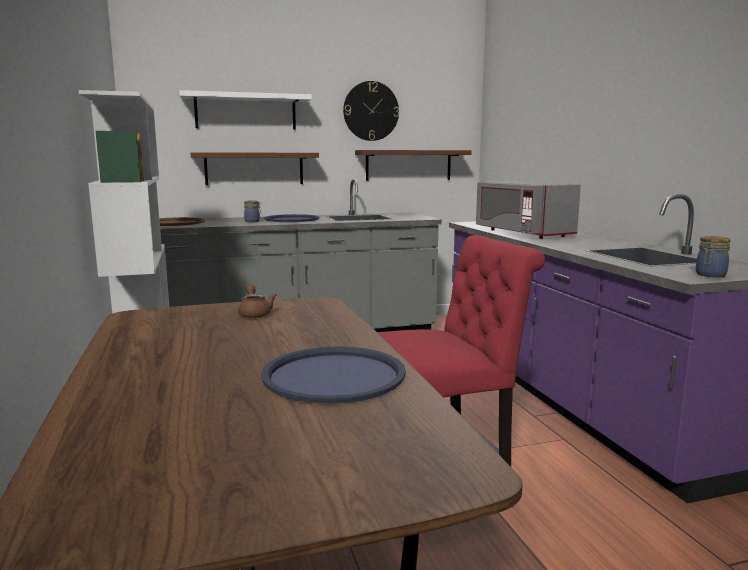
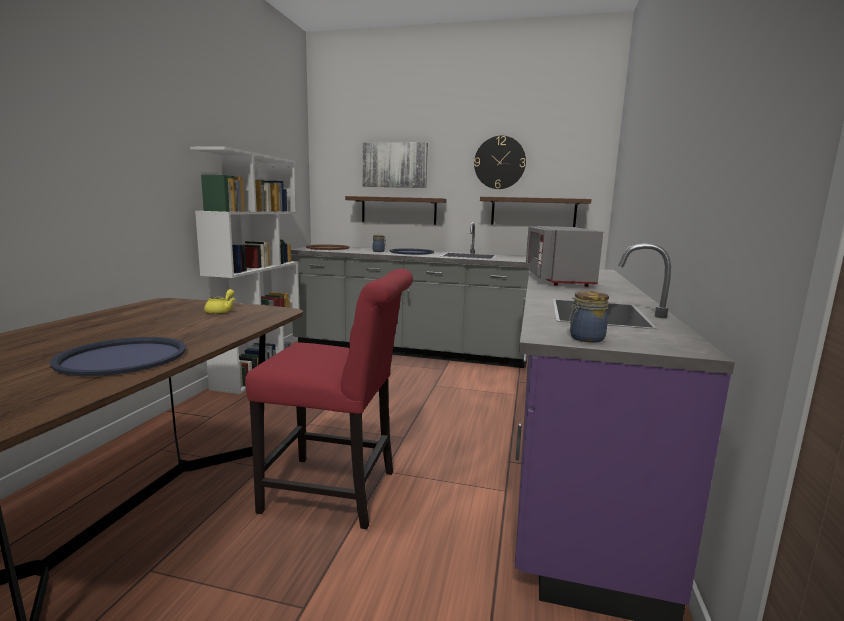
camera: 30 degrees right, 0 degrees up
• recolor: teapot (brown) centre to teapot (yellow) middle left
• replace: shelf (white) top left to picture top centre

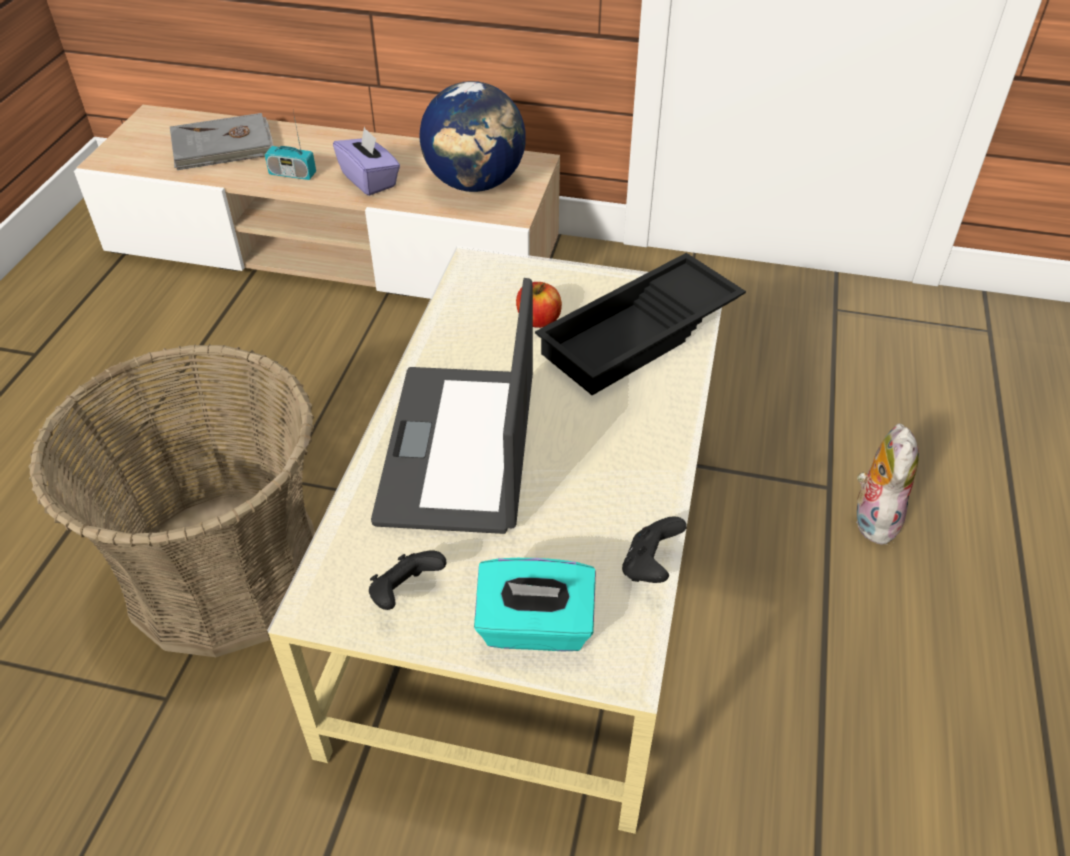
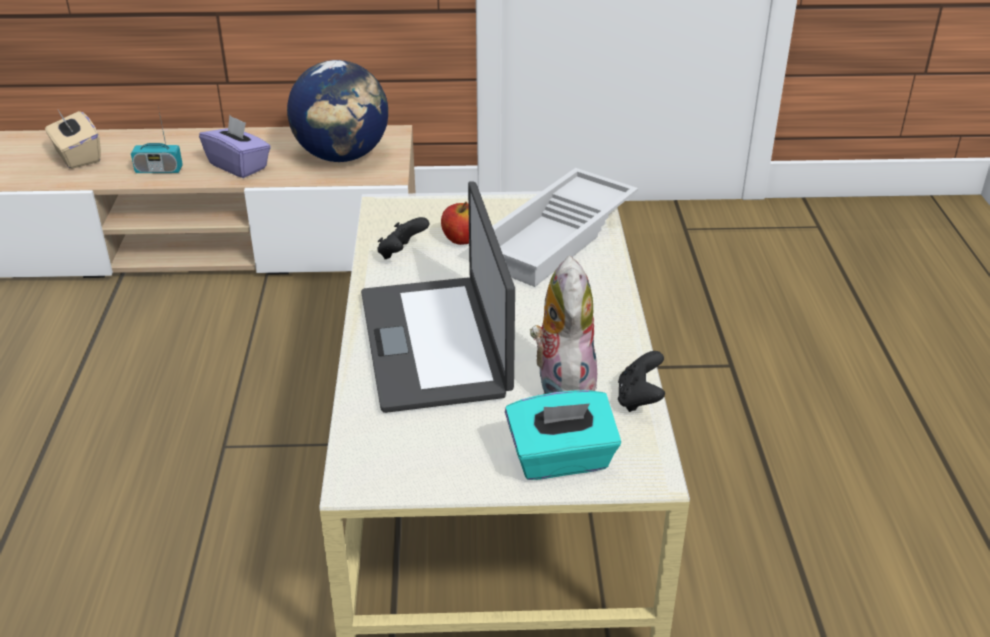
camera: 15 degrees left, 10 degrees down
• replace: book (grey) top left to tissue box (beige) top left
• move: game controller (black) (1st from left) bottom centre to centre
• recolor: tray (black) centre to tray (white) centre
• move: plush toy middle right to centre
• delete: basket middle left

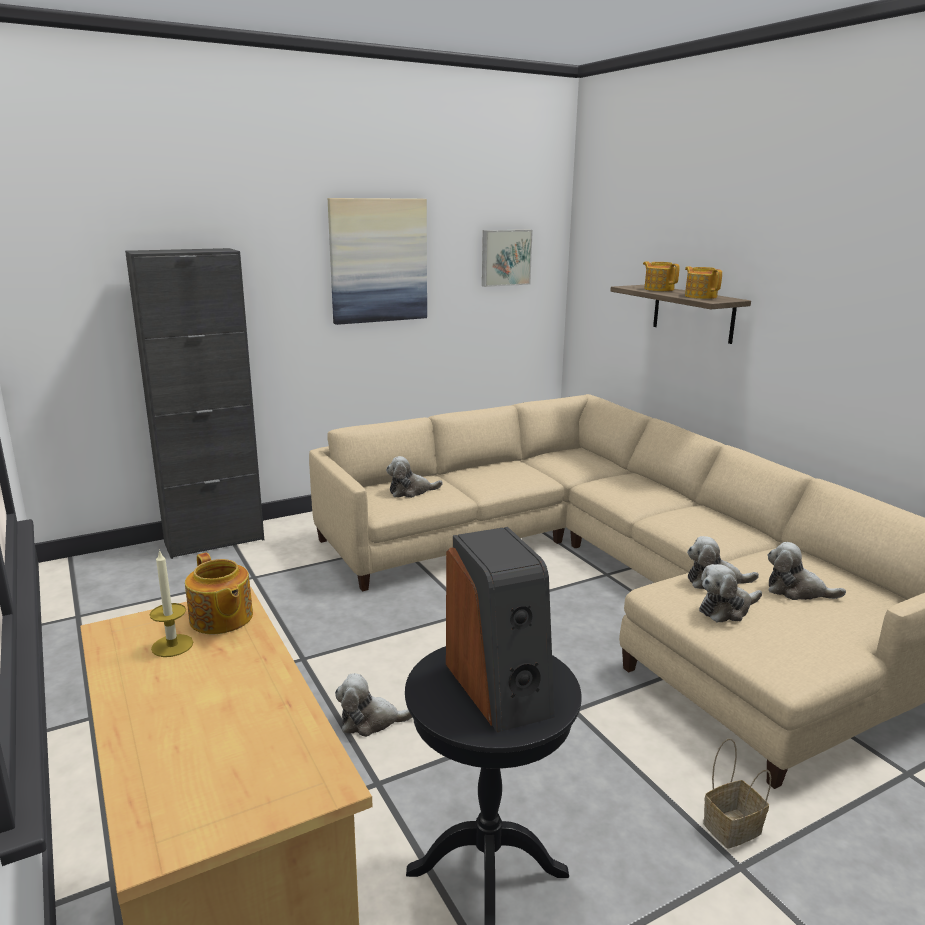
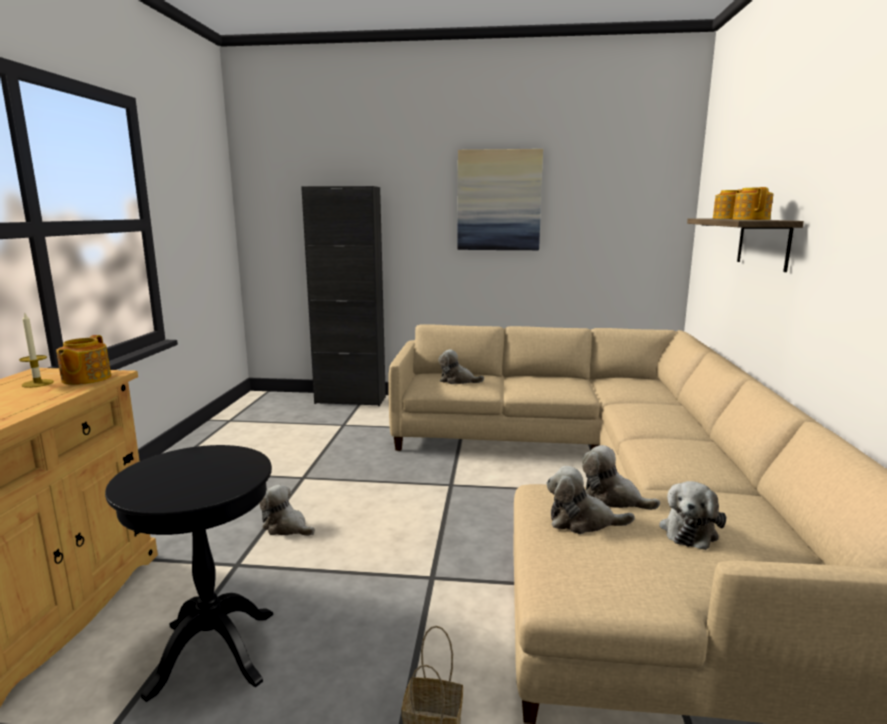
camera: 35 degrees right, 5 degrees down
• rotate: plush toy (5th from left) middle right = bottom right 120 degrees counterclockwise
• delete: speaker bottom centre
• delete: picture (2nd from left) top centre

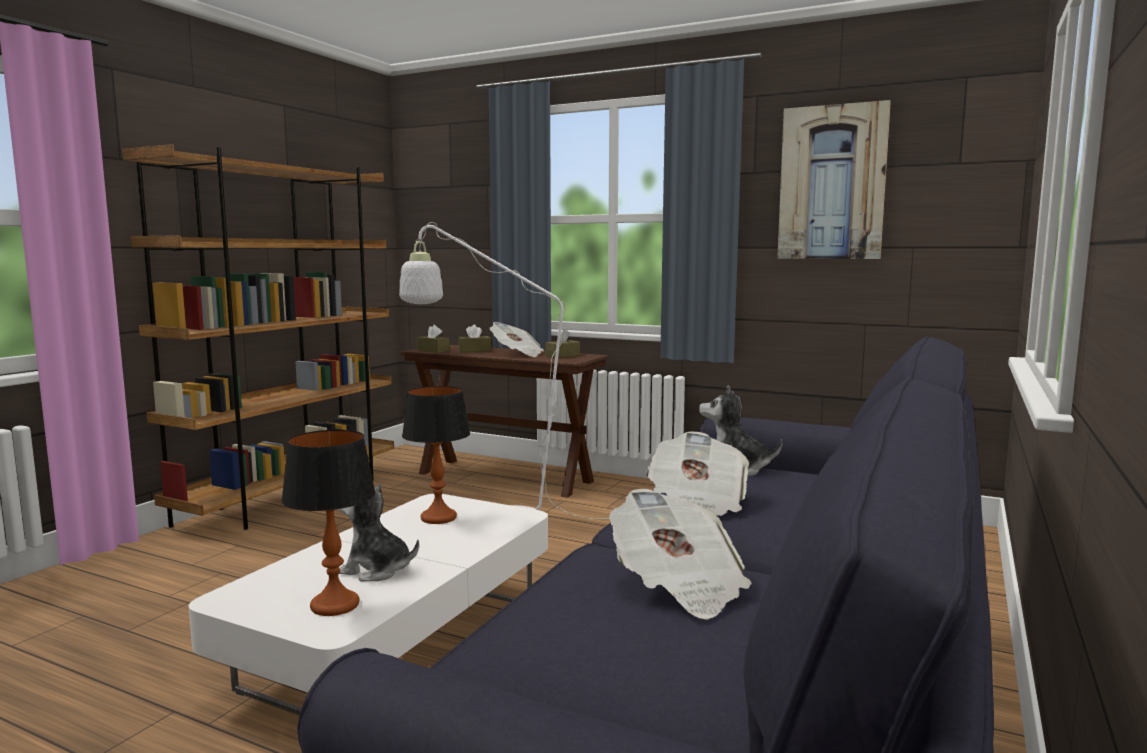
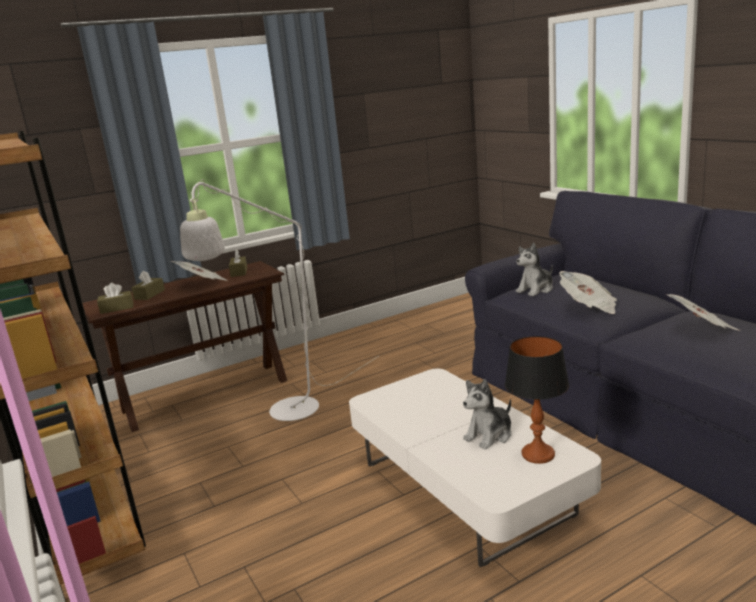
camera: 55 degrees left, 10 degrees up
• delete: table lamp (2nd from left) centre
• delete: picture top right

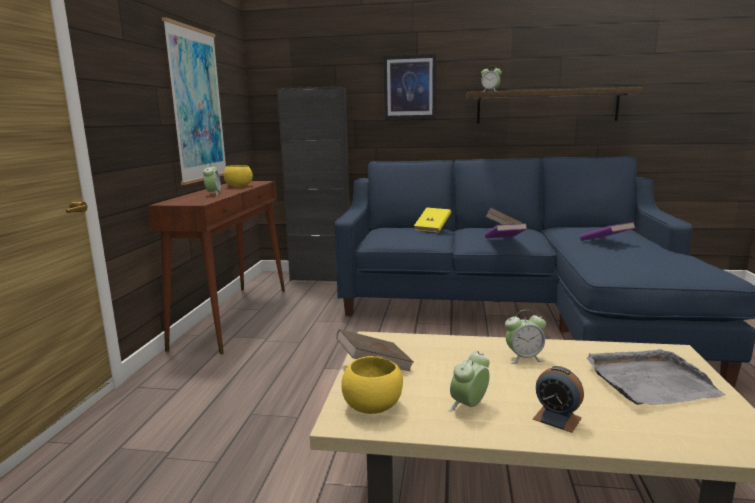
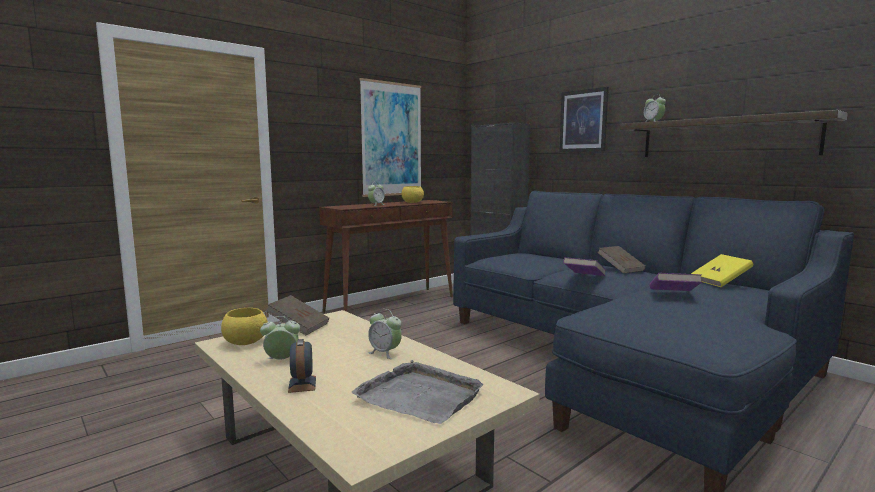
camera: 40 degrees right, 5 degrees down
• move: book (yellow) centre to middle right

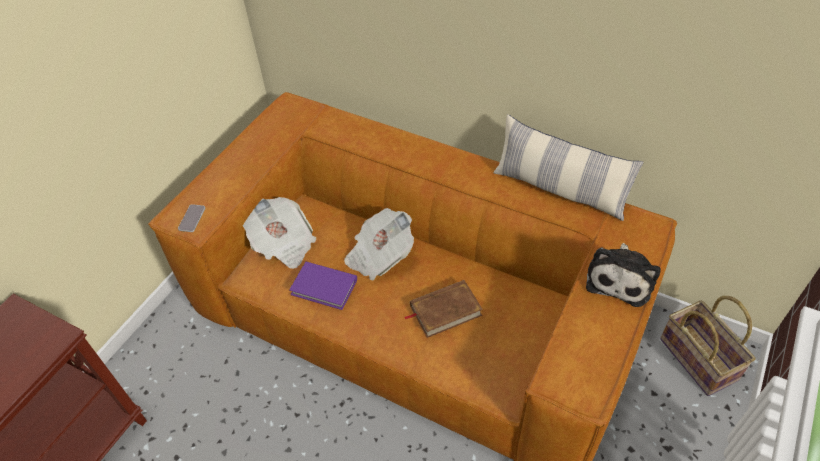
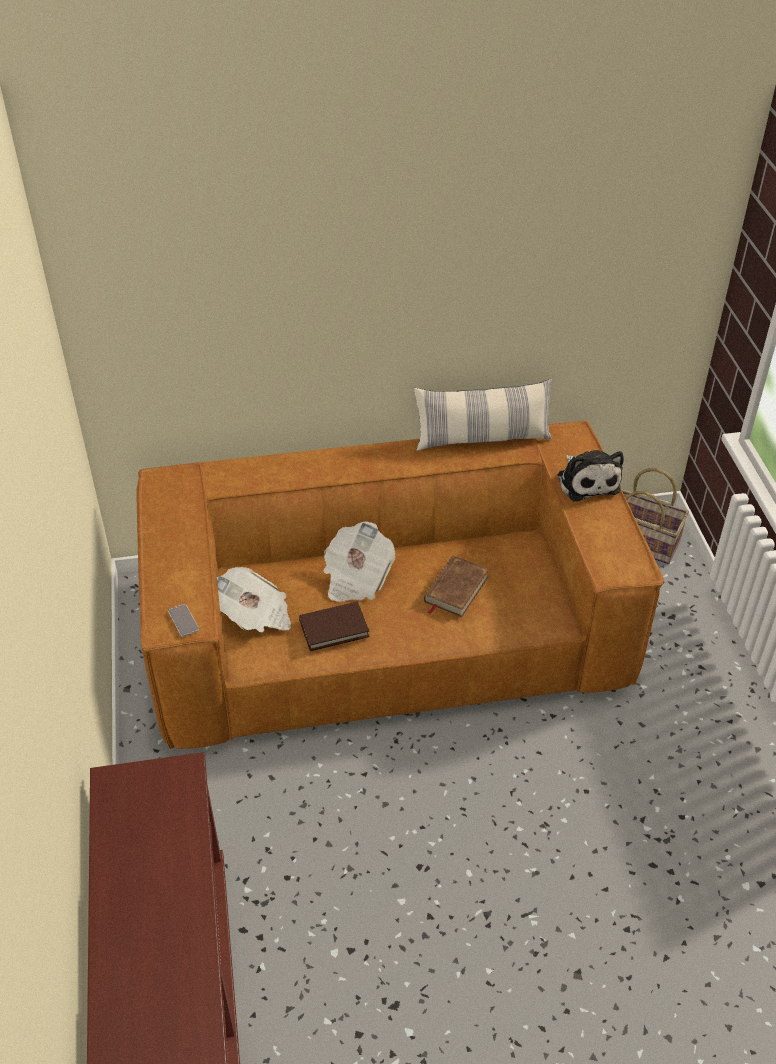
camera: 40 degrees left, 5 degrees down
• recolor: book (purple) centre to book (brown) (1st from left) centre

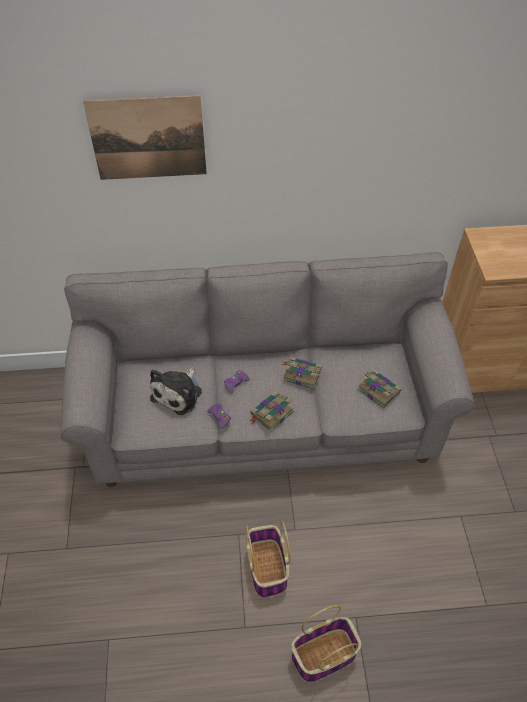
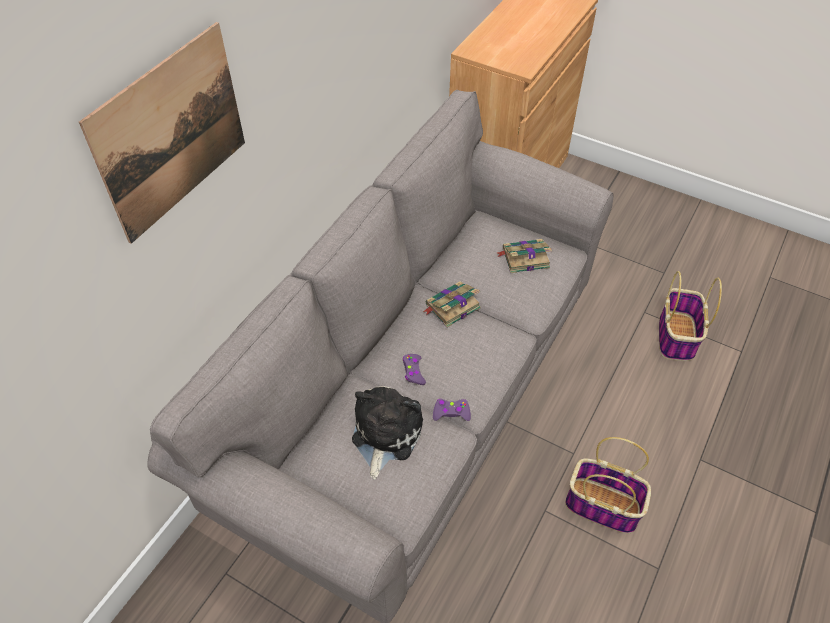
camera: 55 degrees left, 0 degrees up
• rotate: plush toy centre = bottom centre 135 degrees counterclockwise
• move: basket (2nd from left) bottom centre to middle right
• delete: book (1st from left) centre

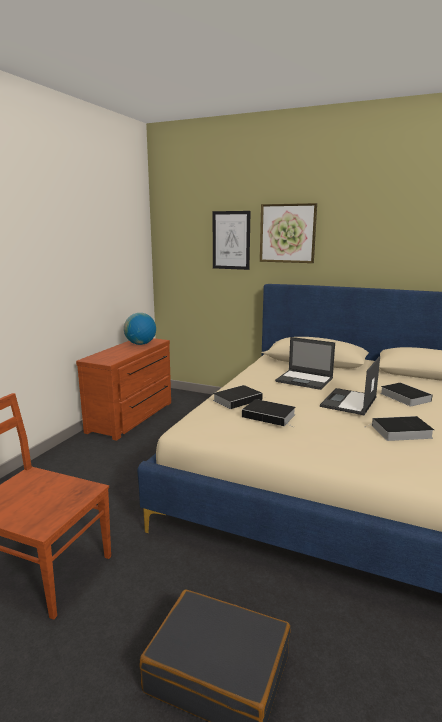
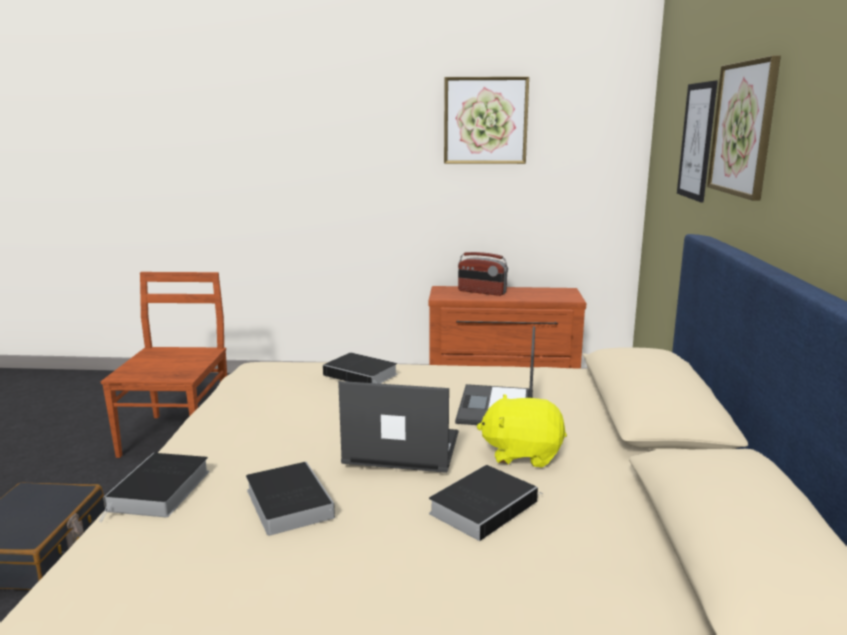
camera: 70 degrees right, 0 degrees up
• move: book (2nd from left in the first image) centre to book (1st from left) bottom left
• insert: picture (1st from left) top centre
• insert: radio centre
• insert: plush toy (yellow) bottom centre
• delete: globe middle left

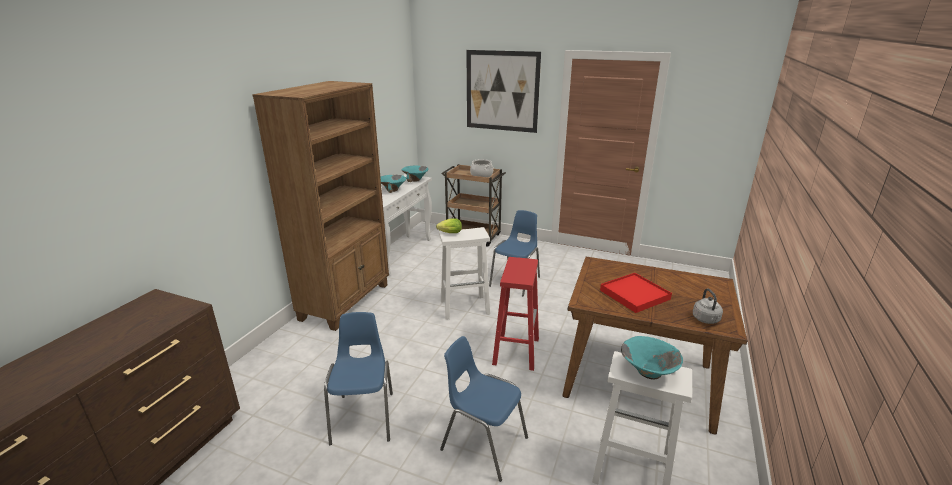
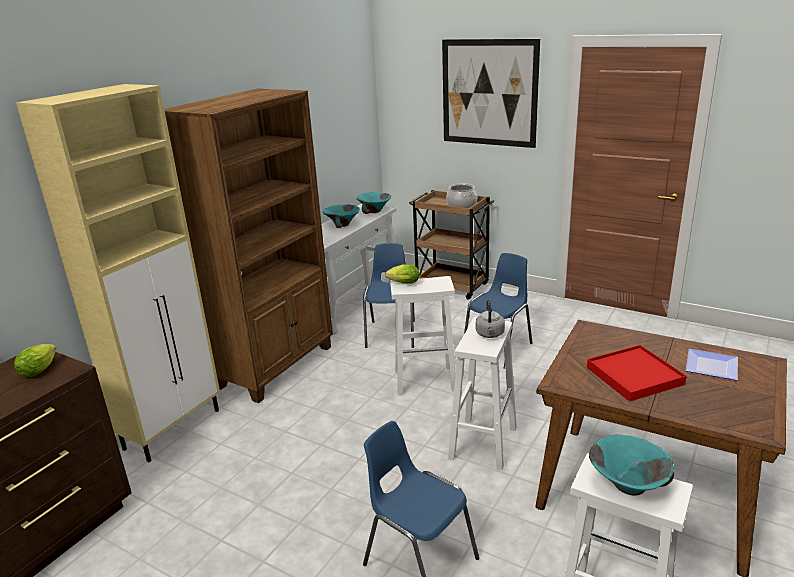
camera: 10 degrees right, 0 degrees up
• insert: lettuce (1st from left) middle left
• insert: cabinet (beige) middle left
• move: chair (blue) (1st from left) bottom centre to centre
• recolor: stool (red) centre to stool (white) (2nd from left) bottom centre
• move: kettle (grey) middle right to centre
• insert: plate middle right

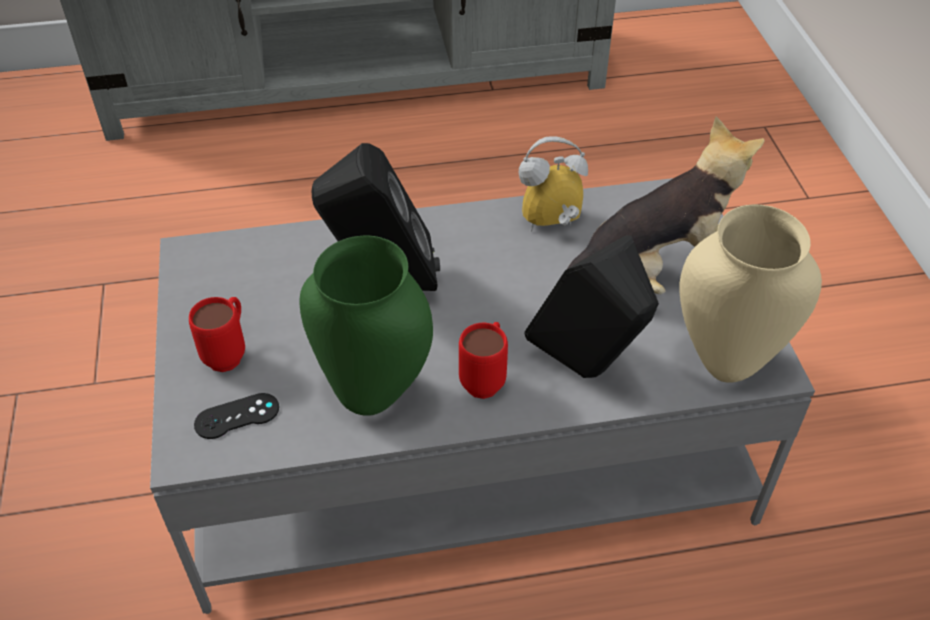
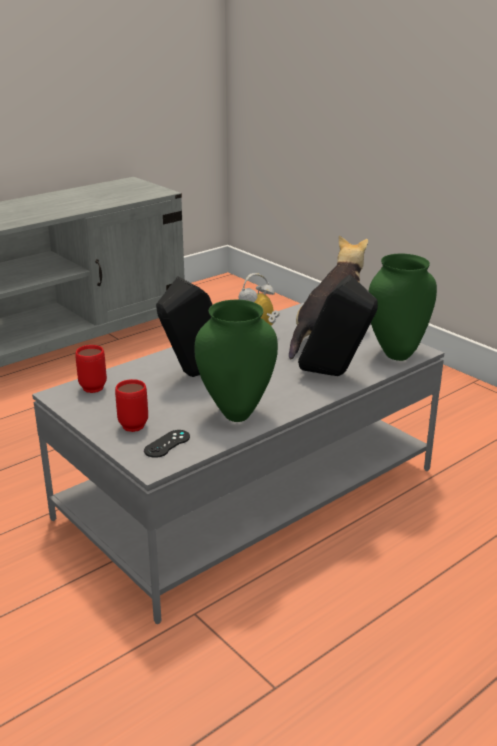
camera: 30 degrees left, 20 degrees down
• move: mug (red) (2nd from left in the first image) centre to mug (red) (1st from left) middle left
• recolor: vase (beige) middle right to vase (green) (2nd from left) middle right

